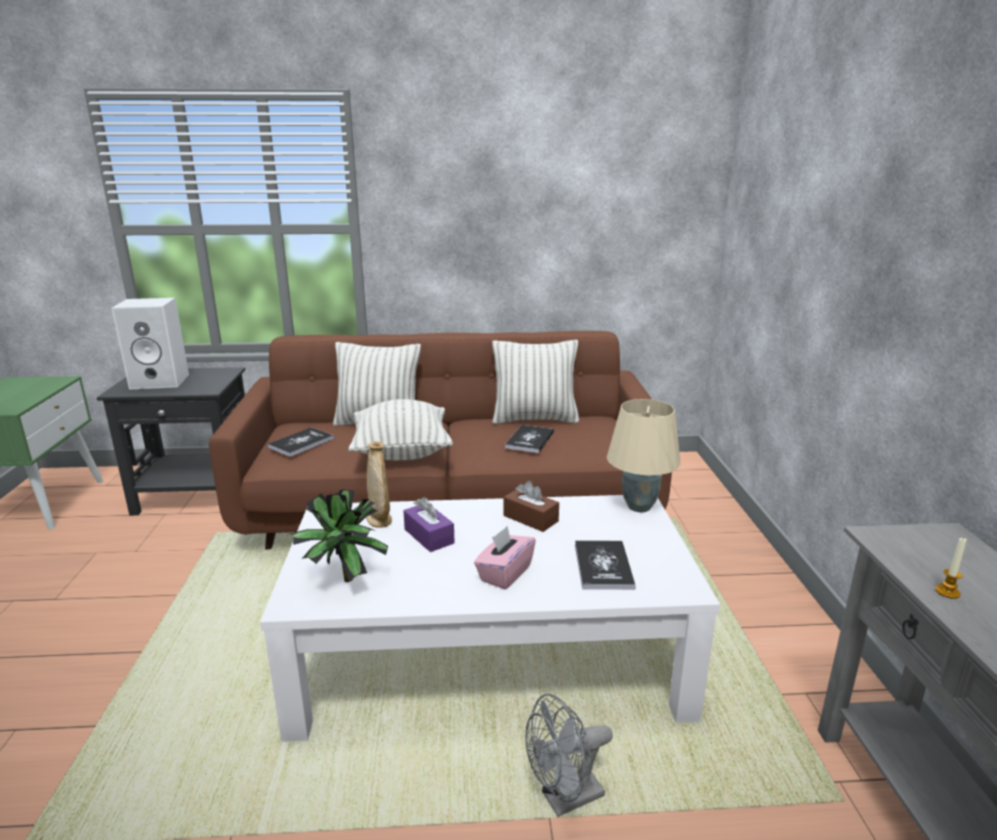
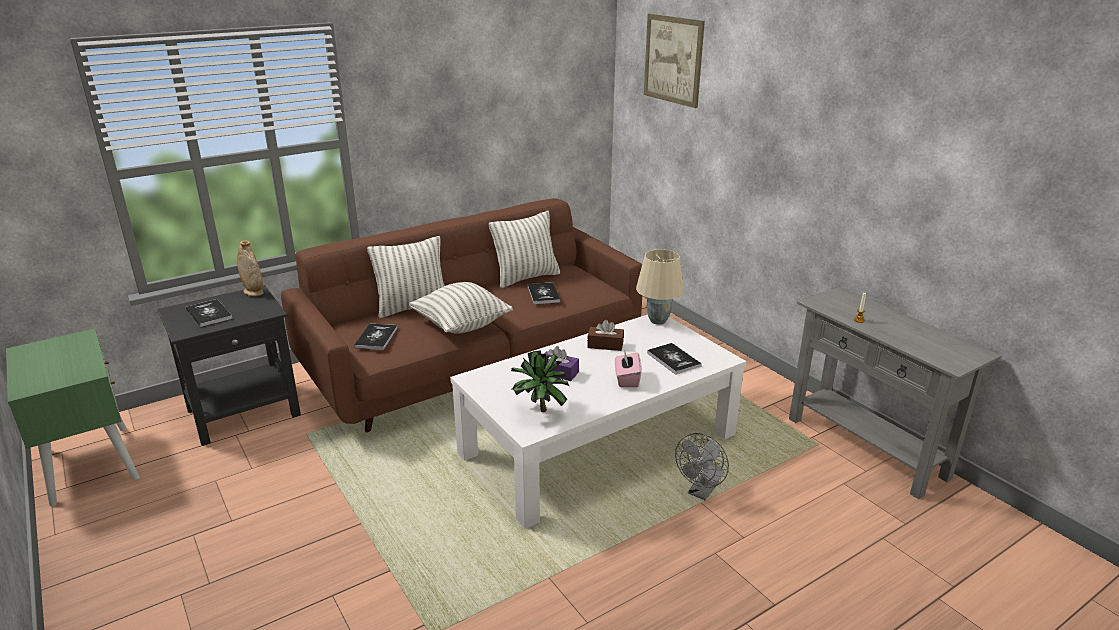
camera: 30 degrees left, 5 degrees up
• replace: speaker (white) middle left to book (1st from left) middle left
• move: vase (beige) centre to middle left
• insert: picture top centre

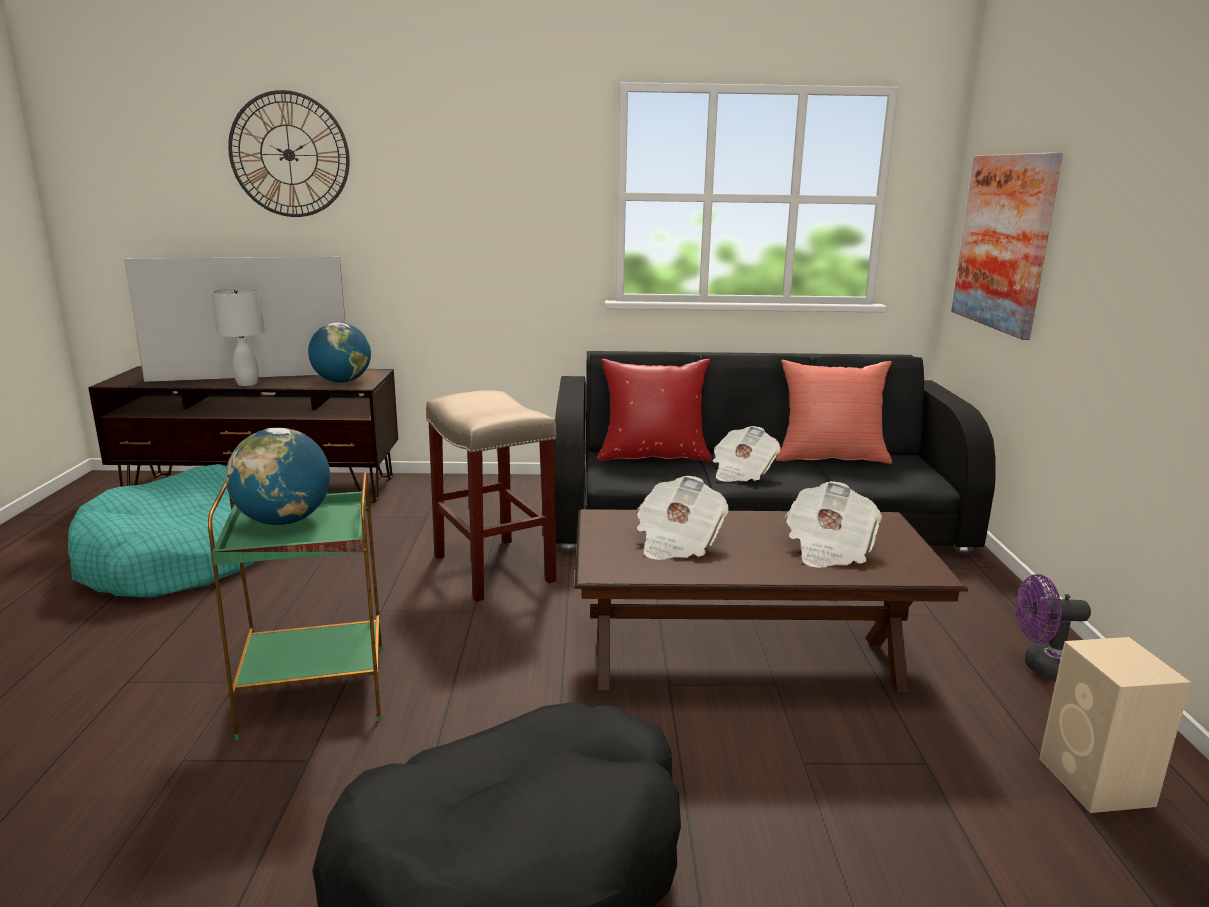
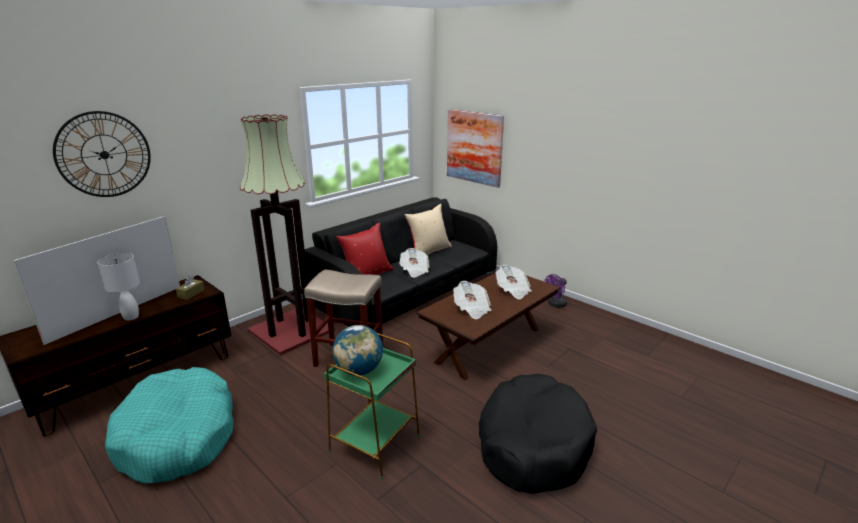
camera: 45 degrees left, 5 degrees up
• replace: globe (2nd from left) middle left to tissue box (brown) middle left
• insert: floor lamp centre
• recolor: pillow (red) (2nd from left) middle right to pillow (beige) centre
• delete: speaker (beige) bottom right

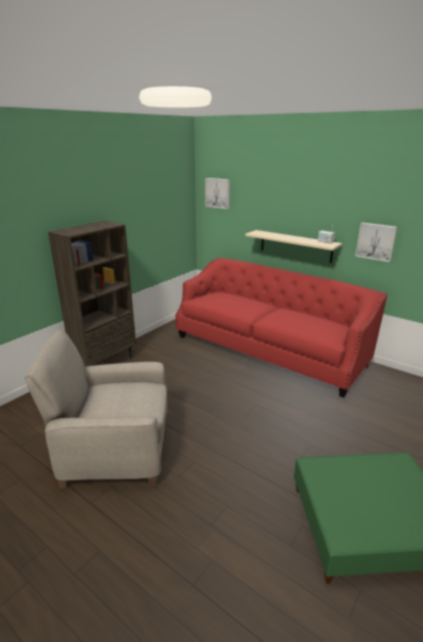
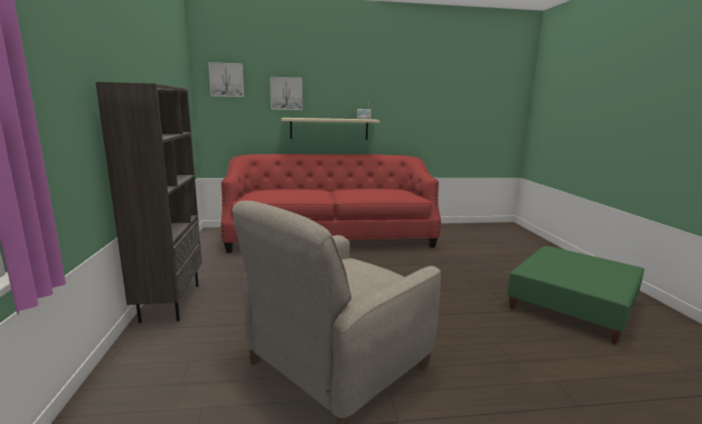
camera: 45 degrees left, 10 degrees down
• move: picture (2nd from left) middle right to top centre

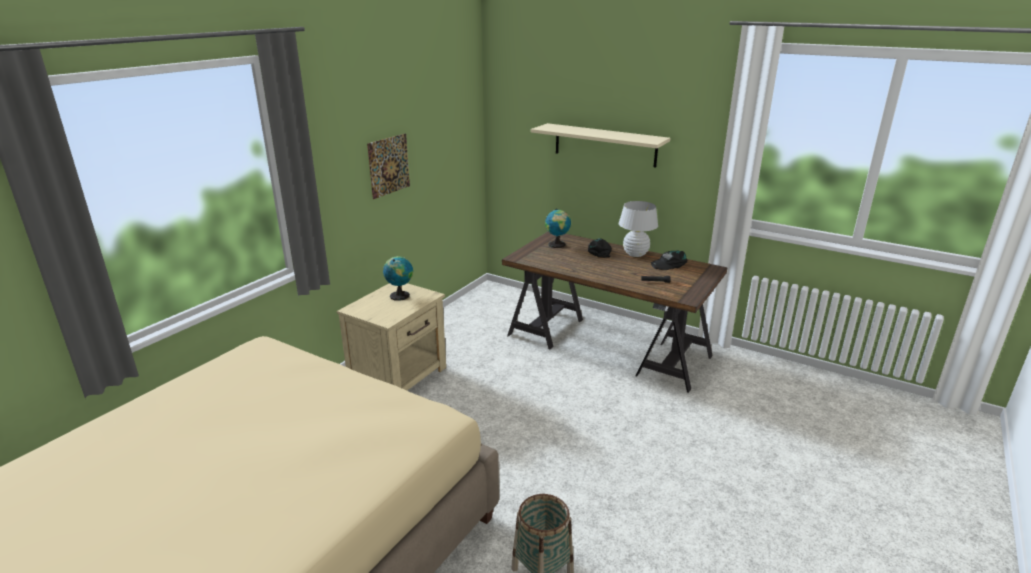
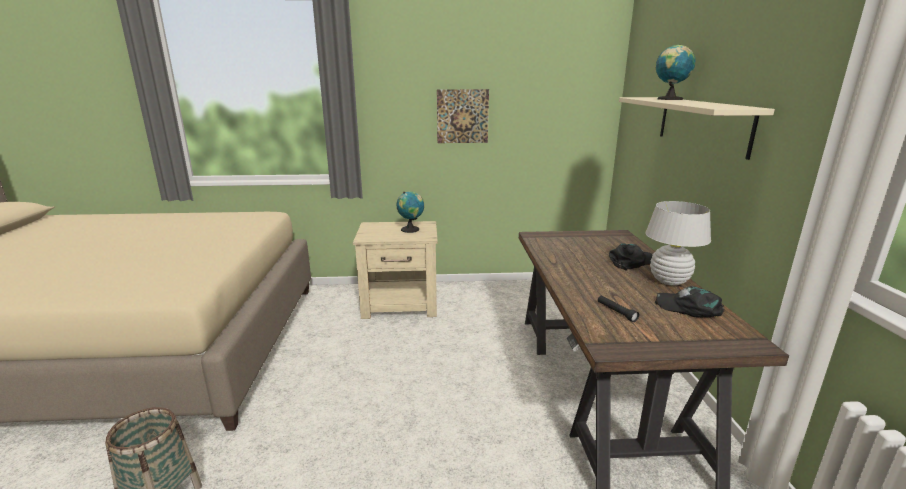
camera: 55 degrees right, 5 degrees down
• move: globe (2nd from left) centre to top right

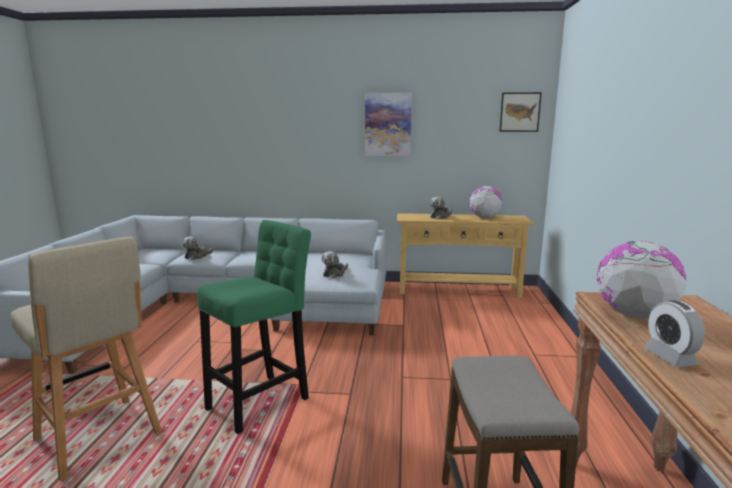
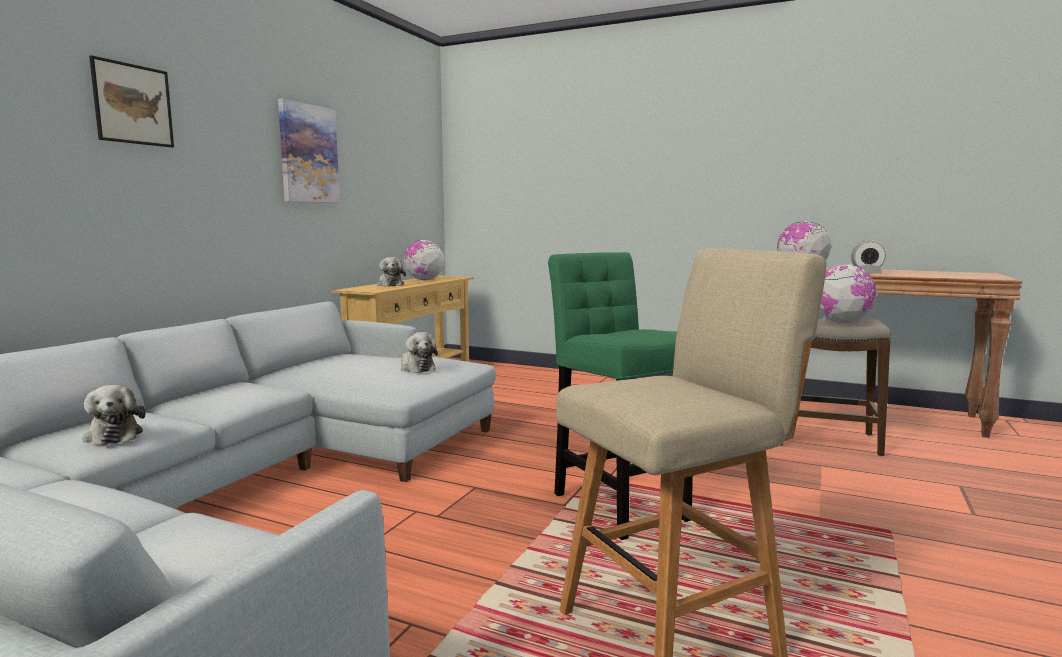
camera: 70 degrees left, 5 degrees down
• move: picture (2nd from left in the first image) top right to picture (1st from left) top left
• insert: globe (3rd from left) middle right

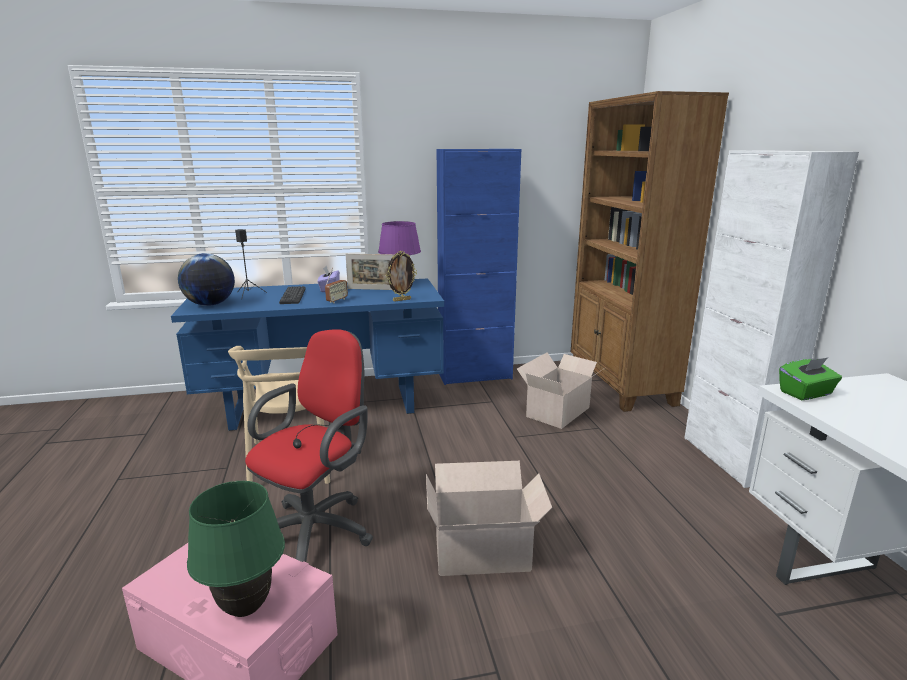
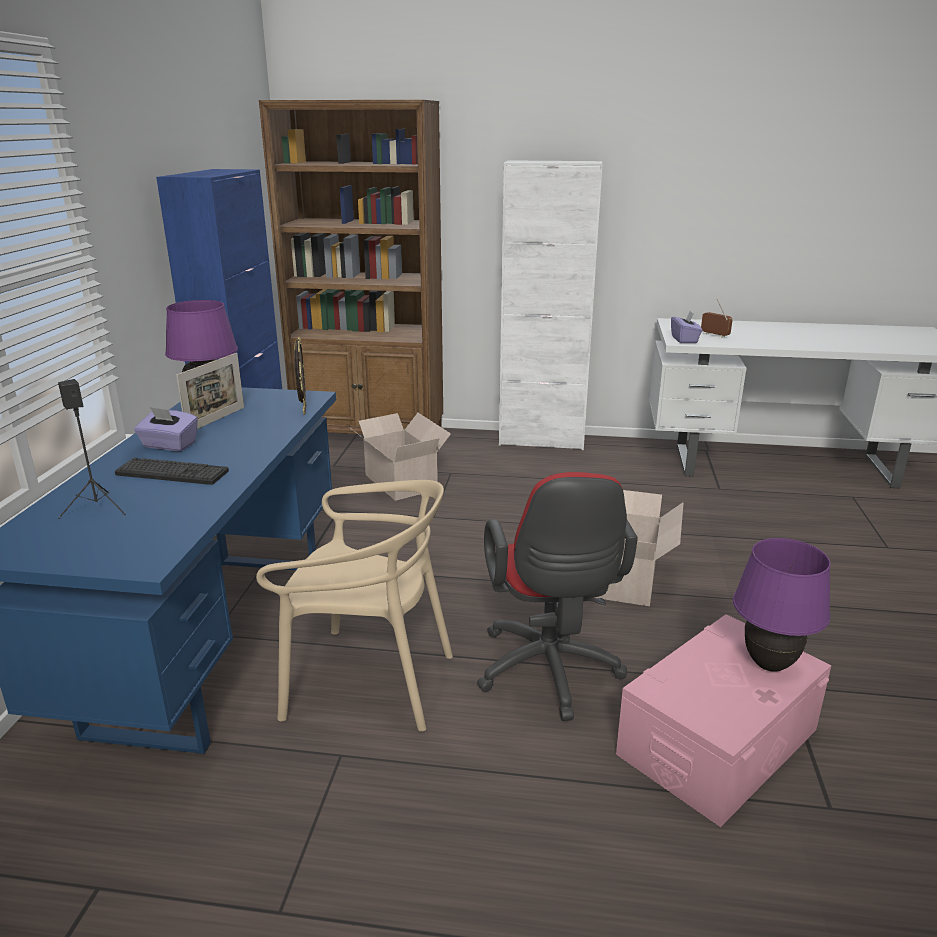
camera: 70 degrees left, 5 degrees up
• rotate: office chair (red) centre = centre 150 degrees counterclockwise
• recolor: tissue box (green) middle right to tissue box (purple) (2nd from left) middle right
• move: radio centre to middle right
• recolor: table lamp (green) bottom left to table lamp (purple) (2nd from left) middle right
• delete: globe middle left

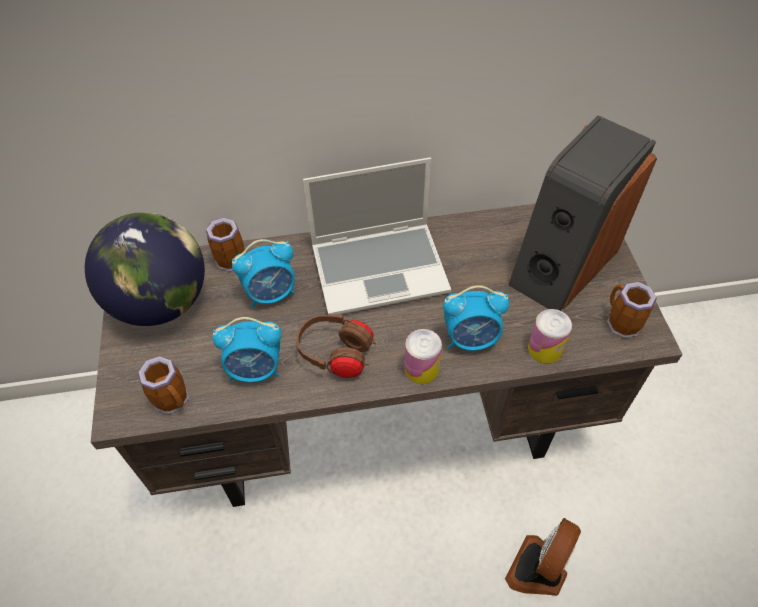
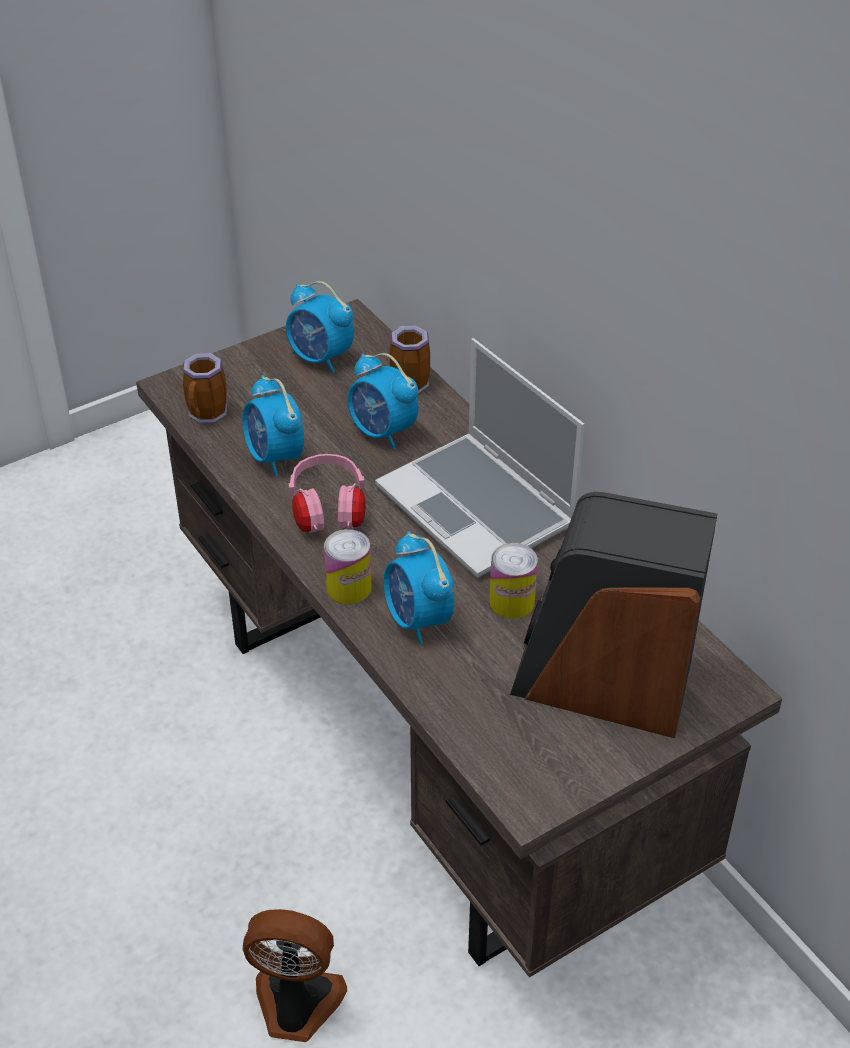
camera: 65 degrees right, 10 degrees down
• replace: globe middle left to alarm clock (2nd from left) top centre
• recolor: headphones (brown) centre to headphones (pink) centre
• move: can (2nd from left) middle right to centre
• delete: mug (3rd from left) middle right

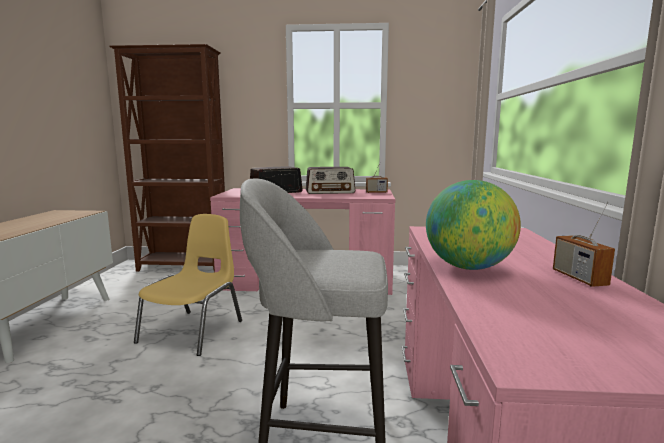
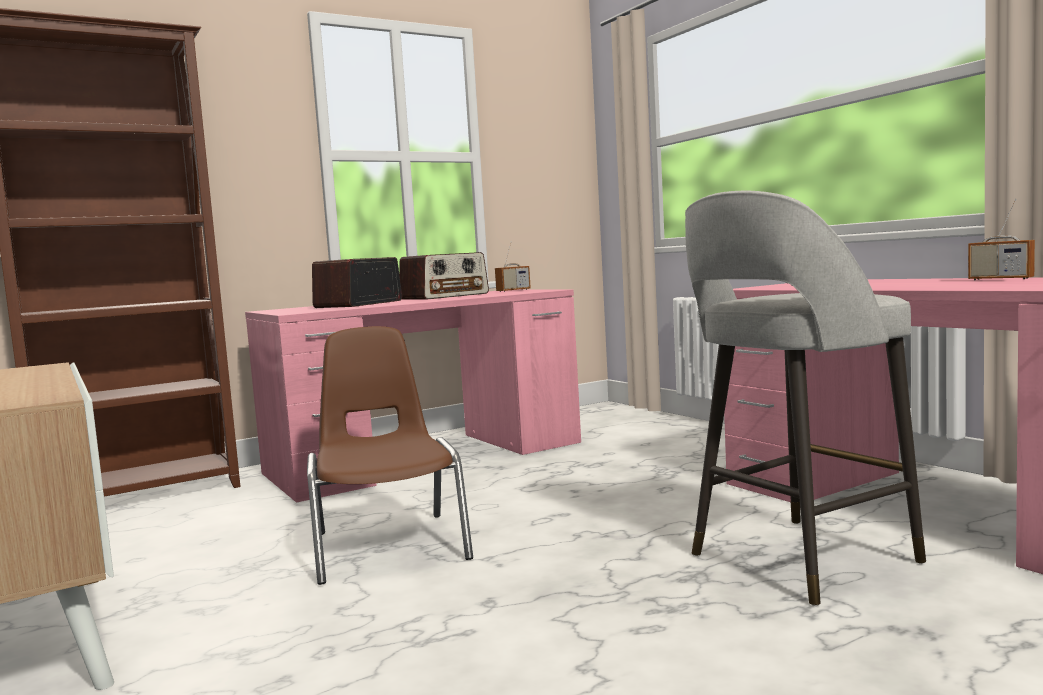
camera: 35 degrees left, 5 degrees down
• recolor: chair (yellow) middle left to chair (brown) centre
• delete: globe middle right

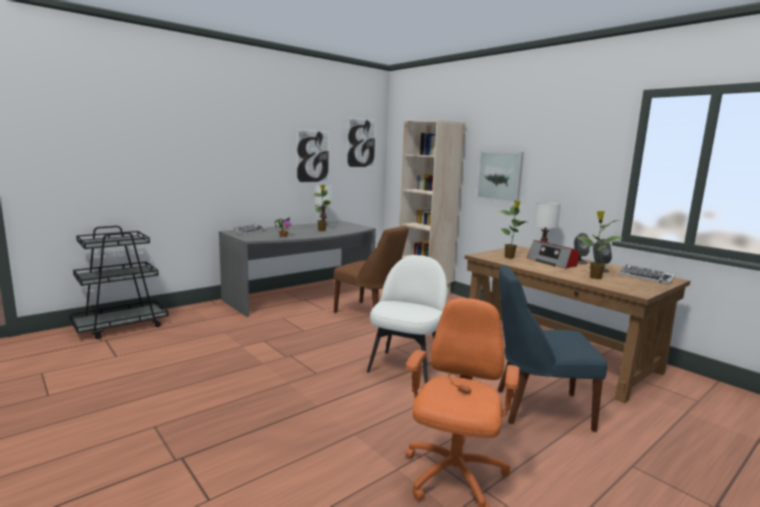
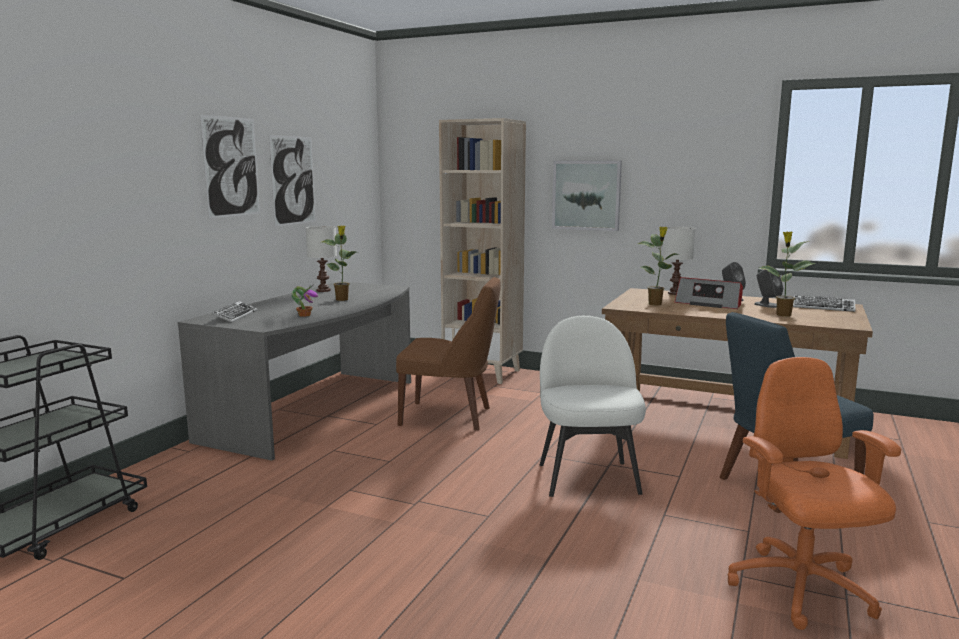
camera: 25 degrees left, 0 degrees up
• move: picture (2nd from left in the first image) top centre to picture (1st from left) top left

